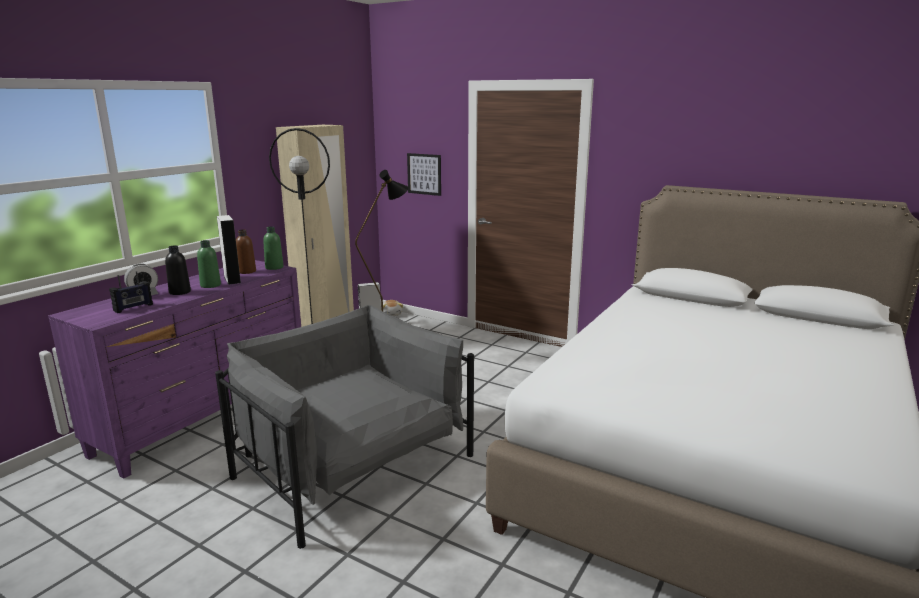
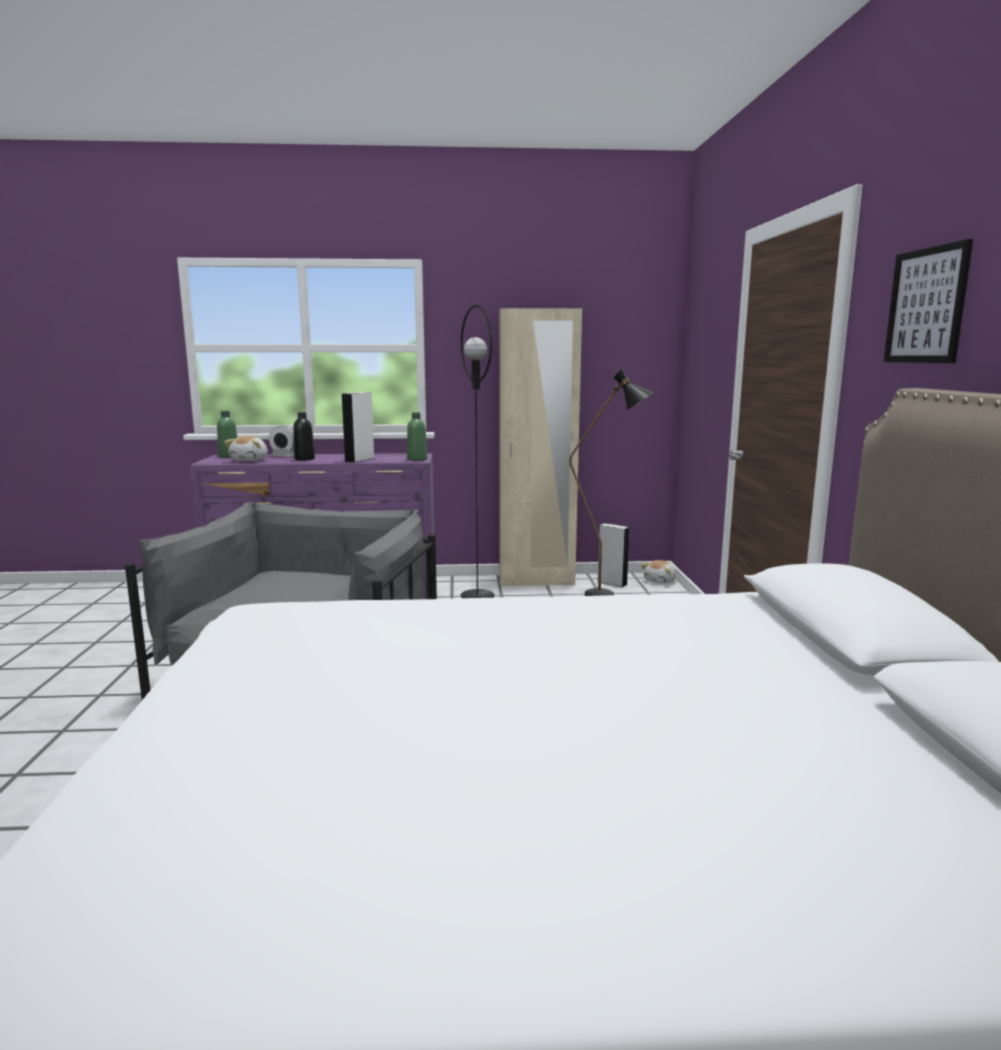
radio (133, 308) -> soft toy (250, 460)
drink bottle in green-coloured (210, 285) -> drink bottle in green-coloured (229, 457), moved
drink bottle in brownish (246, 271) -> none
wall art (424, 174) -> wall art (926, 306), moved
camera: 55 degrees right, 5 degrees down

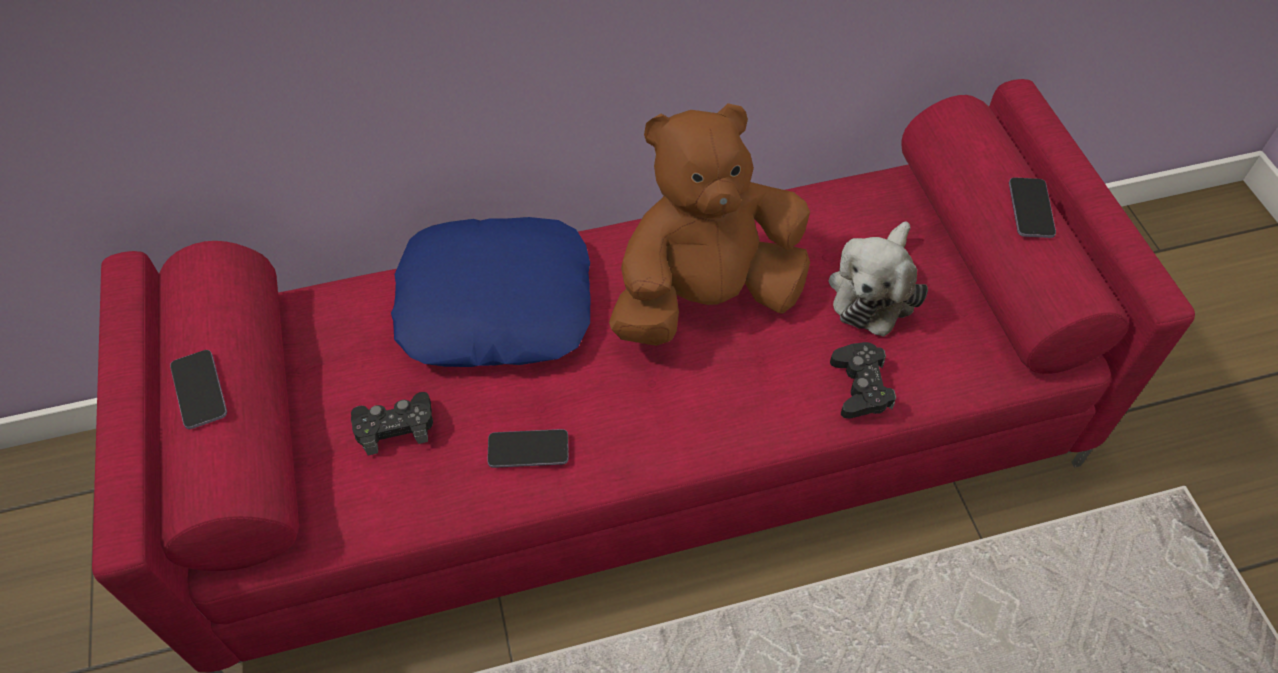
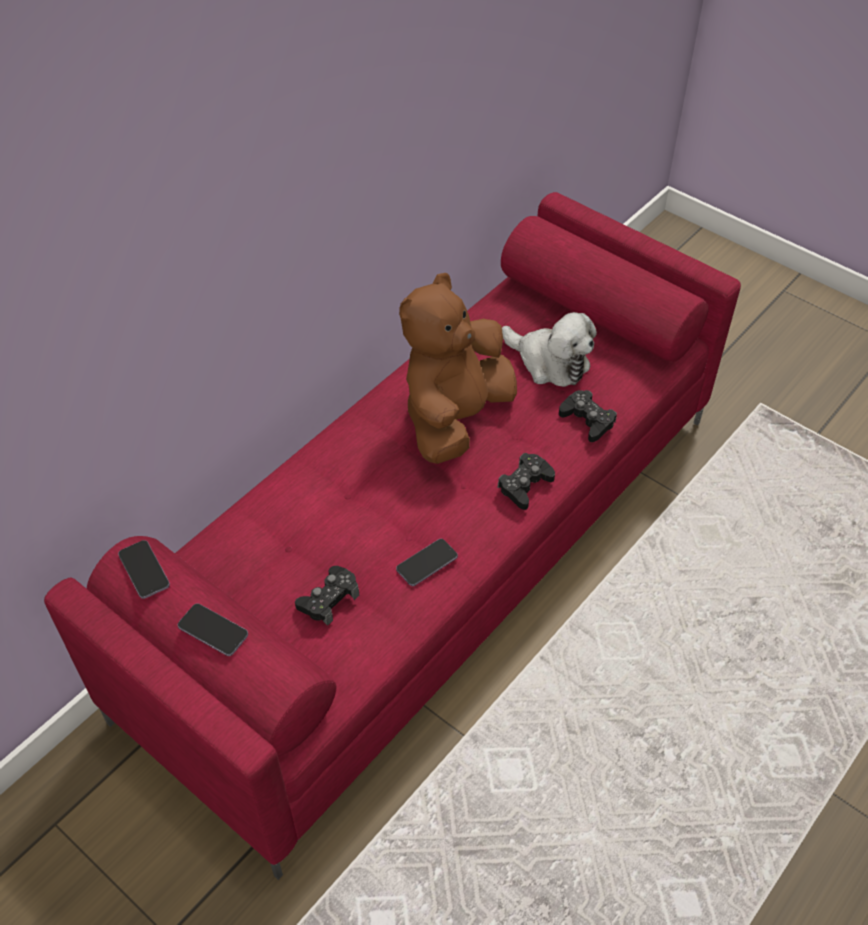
cushion in bluish (496, 303) -> none
soft toy (874, 290) -> soft toy (549, 362), 45 degrees counterclockwise
phone (1030, 209) -> phone (144, 570), moved
none -> joypad in black (525, 485)
camera: 35 degrees left, 5 degrees down

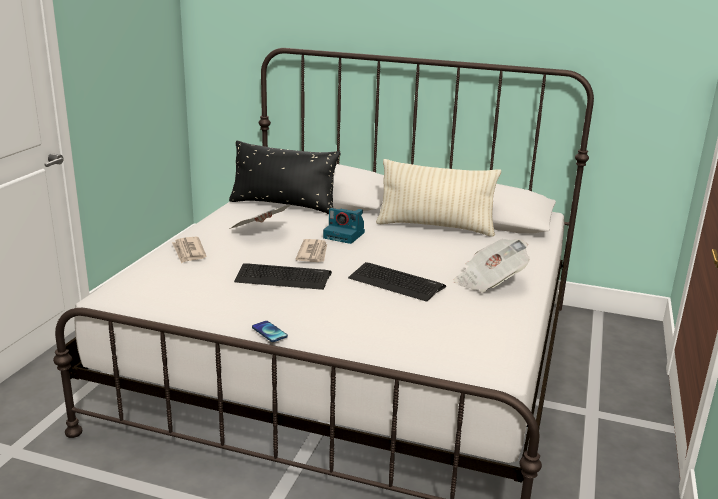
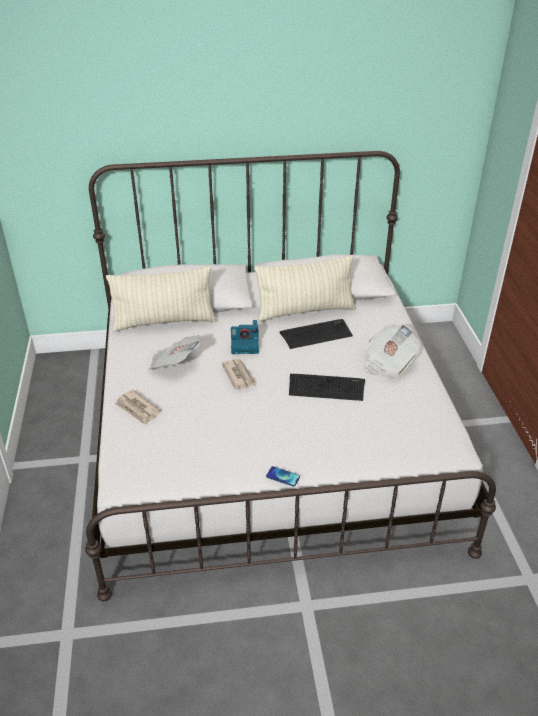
cushion in black (283, 205) -> cushion in sand-coloured (164, 322)
PC keyboard (283, 278) -> PC keyboard (316, 334), moved
camera: 25 degrees left, 15 degrees up

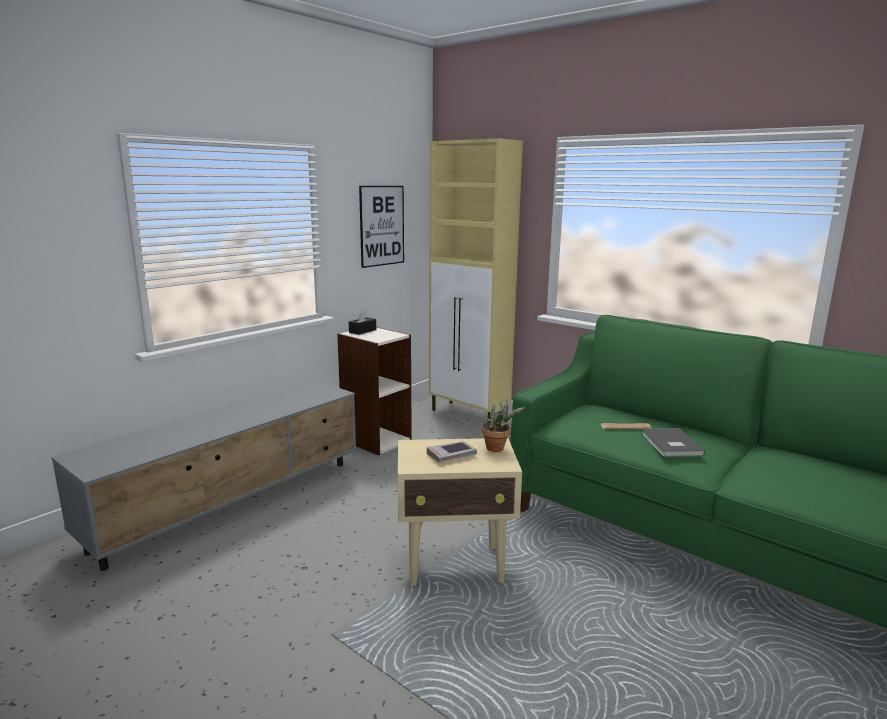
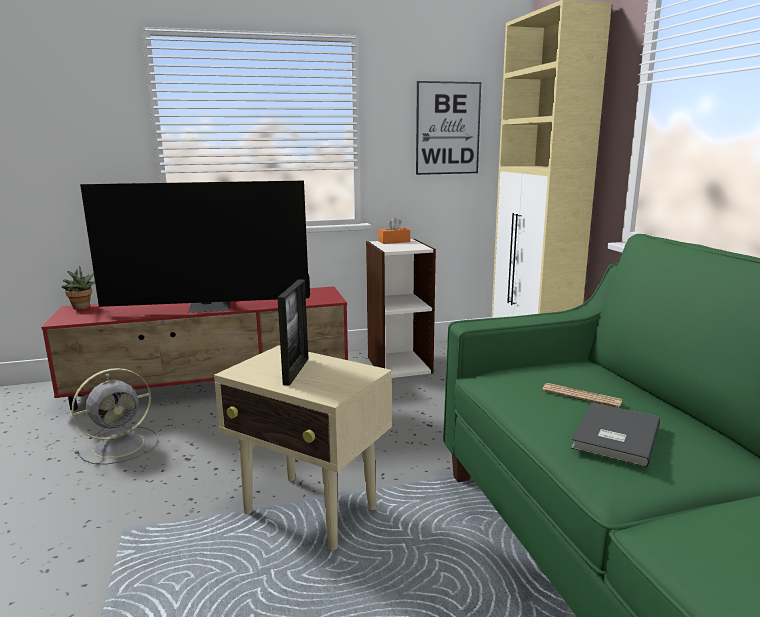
tv stand in grey (233, 503) -> tv stand in red-coloured (214, 387)
tissue box in black (362, 331) -> tissue box in orange (394, 241)
bound book (451, 455) -> standing frame (296, 371)
houseplant (498, 448) -> houseplant (82, 308), moved
none -> cooling fan in grey (121, 445)
none -> TV (210, 308)
camera: 35 degrees right, 0 degrees up

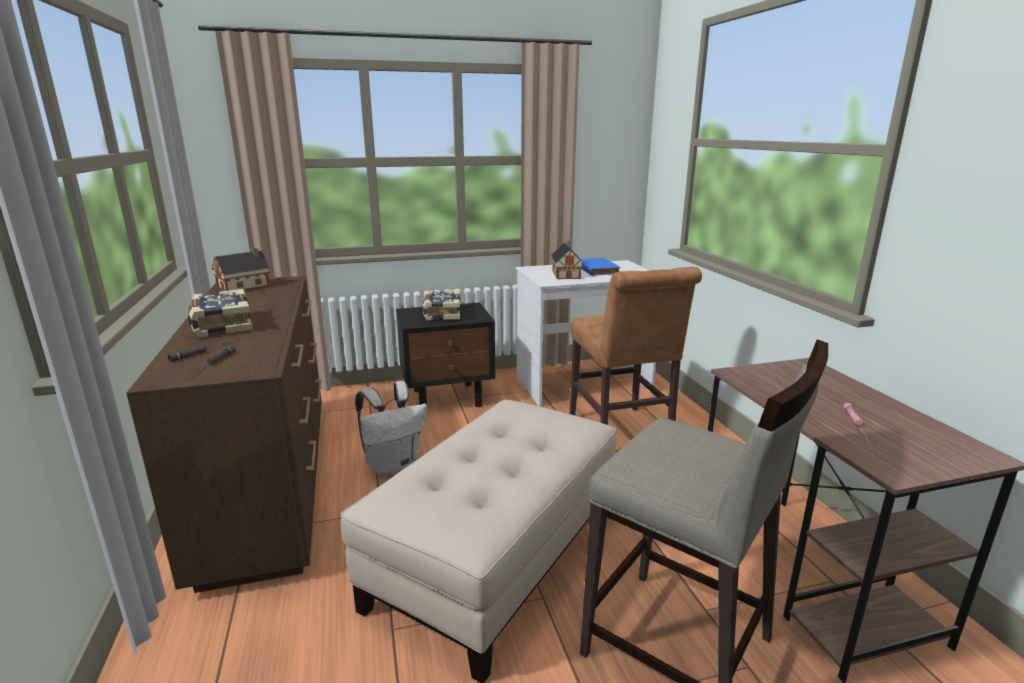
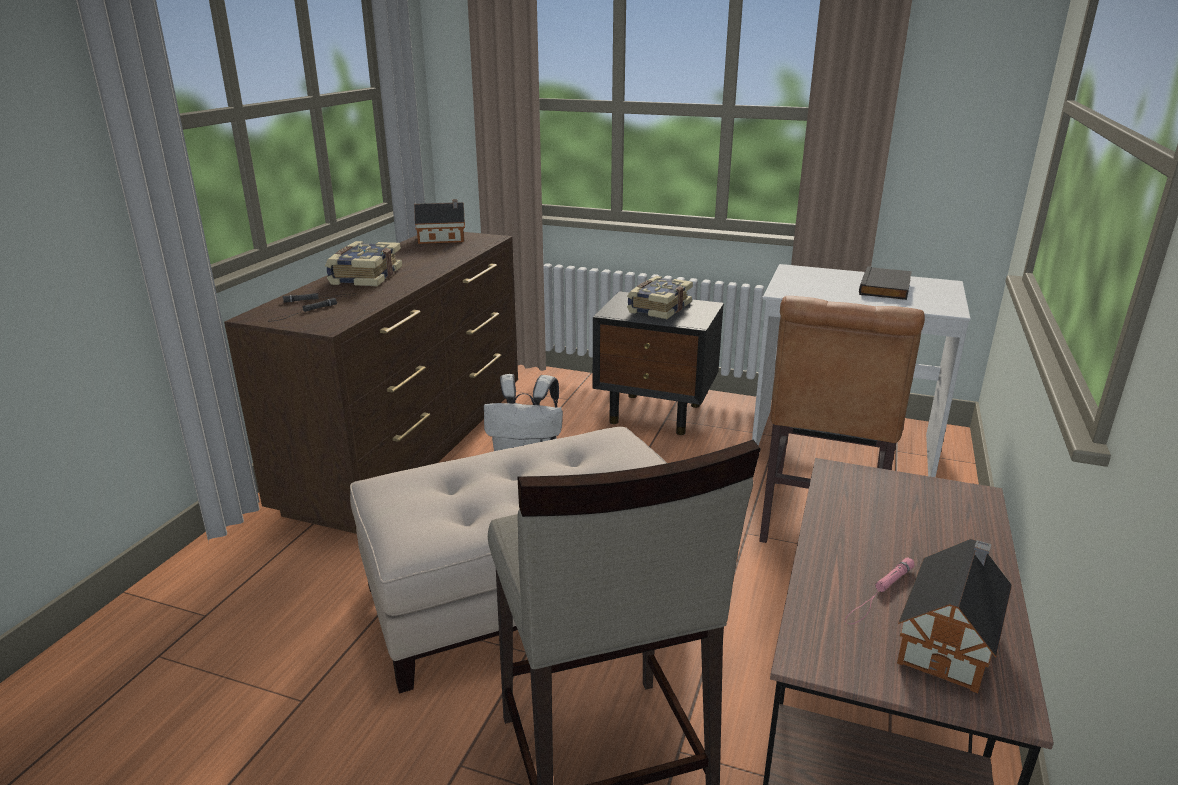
miniature house (566, 274) -> miniature house (949, 640), moved
bound book in bluish (598, 270) -> bound book in black (886, 288)
camera: 35 degrees right, 5 degrees up

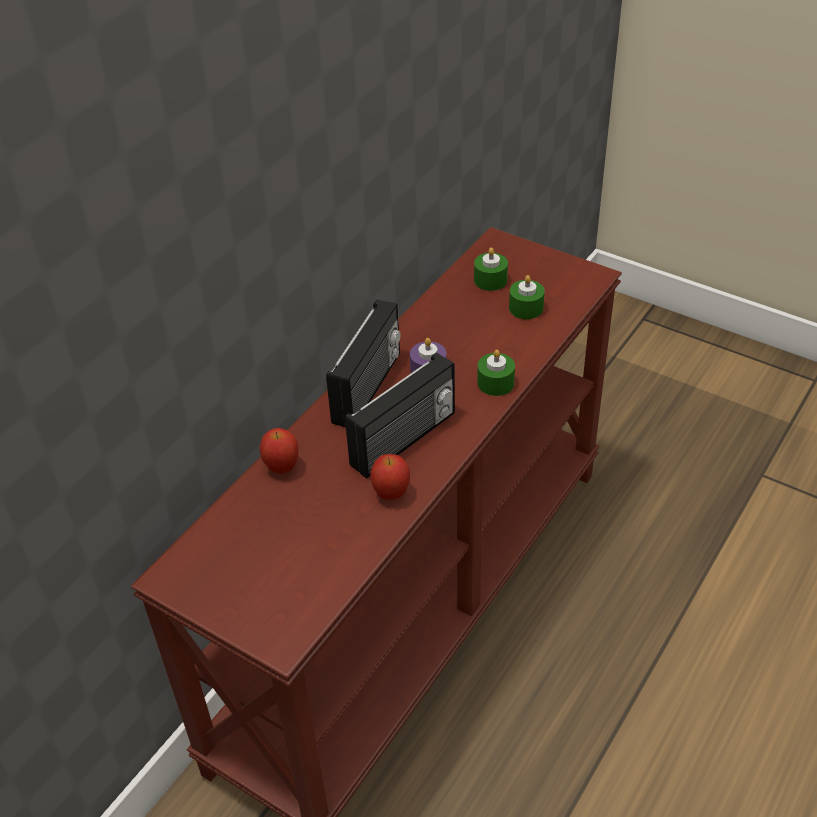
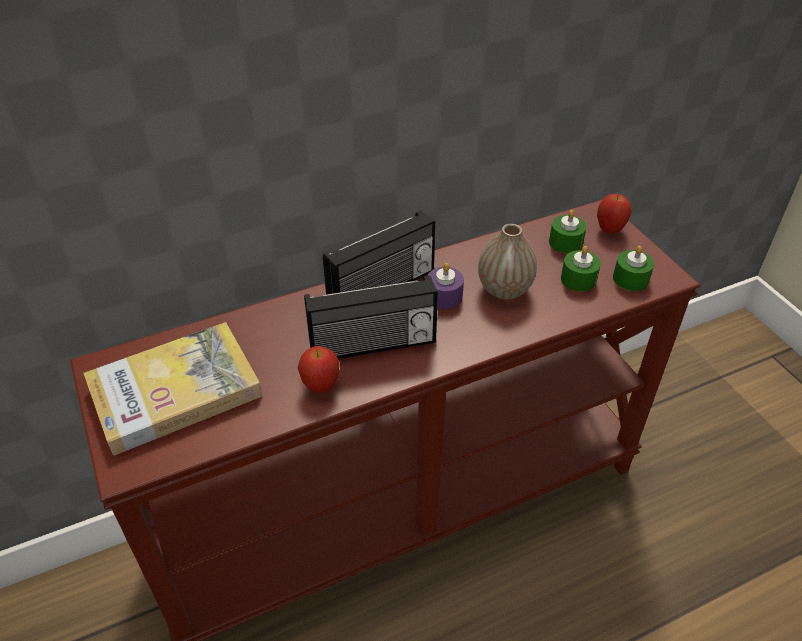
apple (282, 467) -> apple (609, 230), moved
wax candle in green-coloured (495, 383) -> wax candle in green-coloured (630, 279), moved
none -> bound book (175, 391)
none -> flower vase (504, 289)
camera: 30 degrees right, 0 degrees up

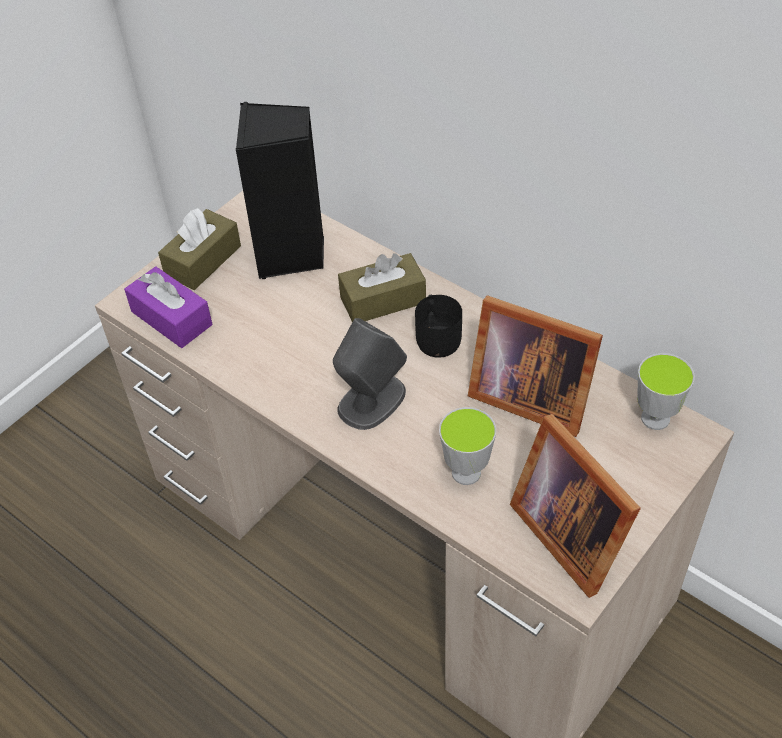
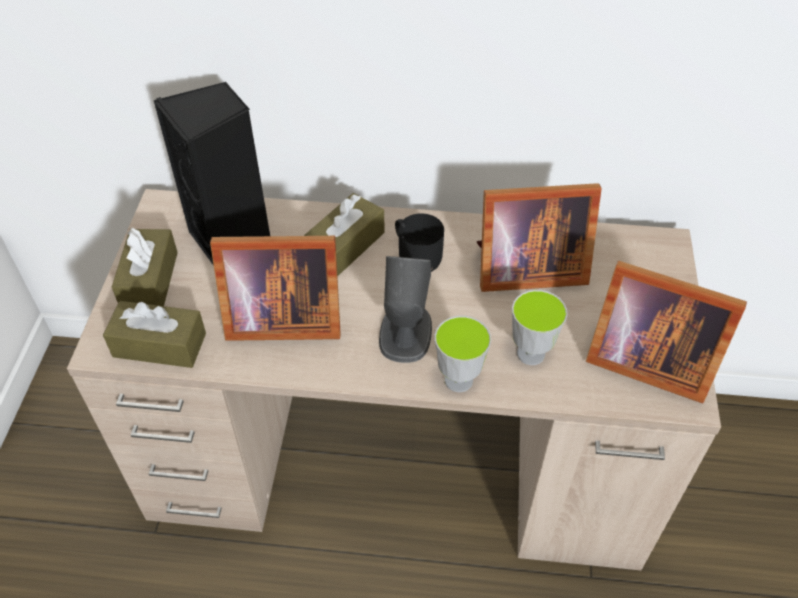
tissue box in purplish (171, 318) -> tissue box in brownish (159, 345)
small cup (655, 418) -> small cup (458, 380), moved
none -> standing frame (279, 318)
camera: 35 degrees left, 0 degrees up

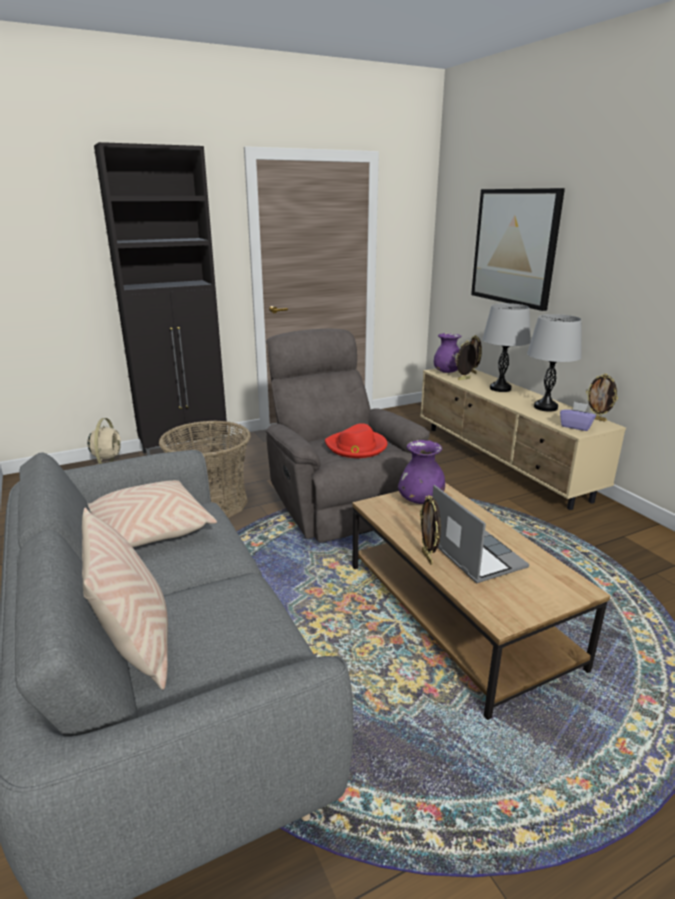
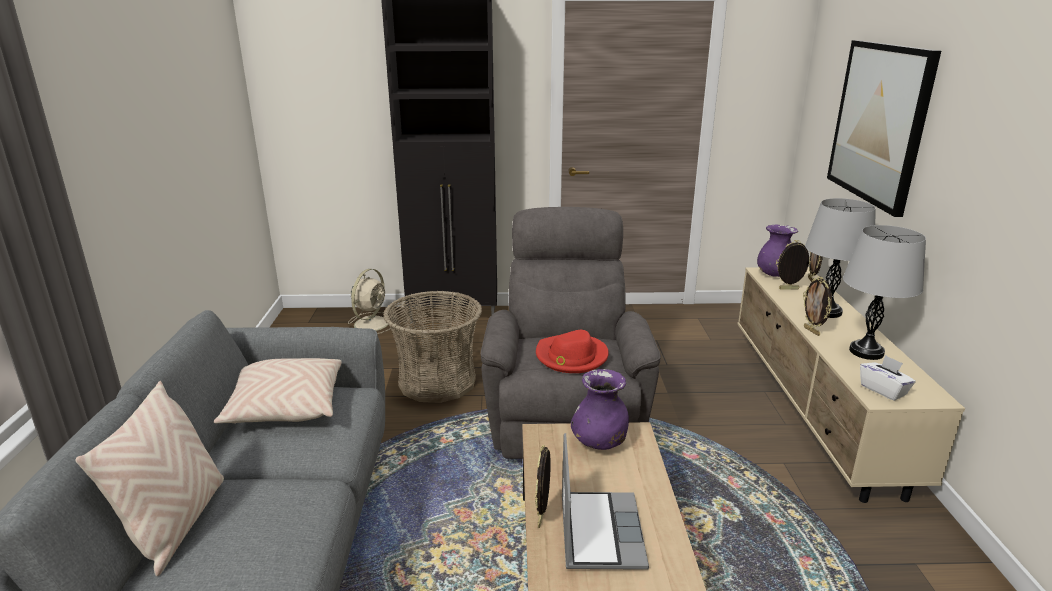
tissue box in purplish (576, 426) -> tissue box in whitish (883, 390)
standing frame (597, 419) -> standing frame (812, 331), moved
camera: 25 degrees right, 0 degrees up

